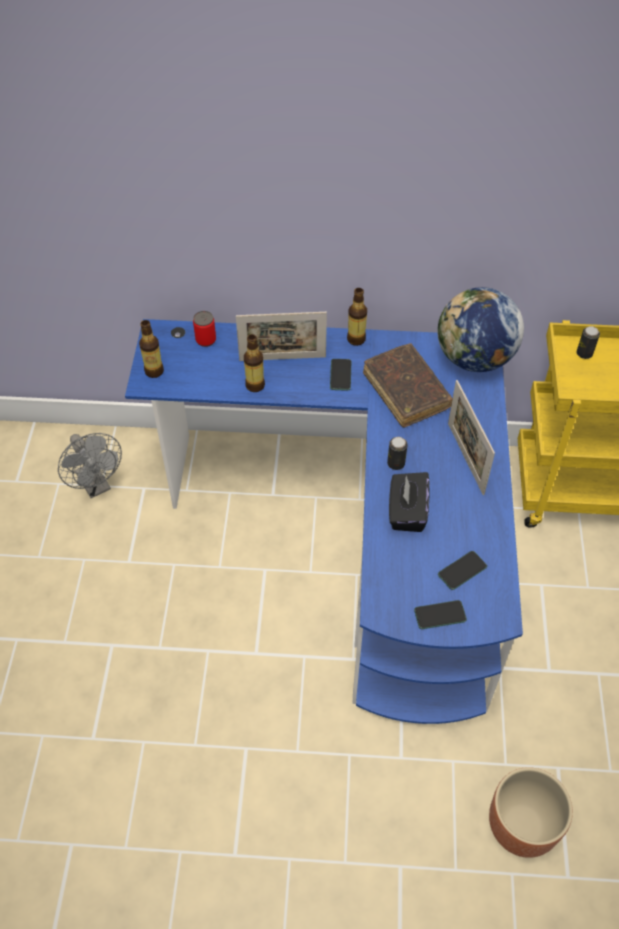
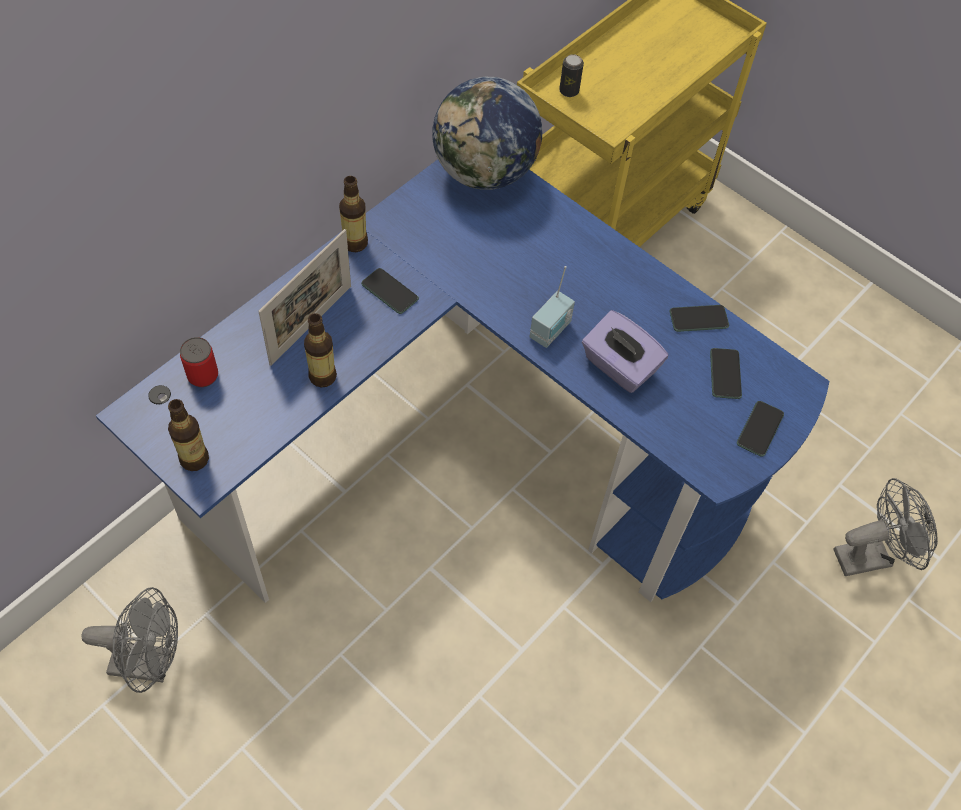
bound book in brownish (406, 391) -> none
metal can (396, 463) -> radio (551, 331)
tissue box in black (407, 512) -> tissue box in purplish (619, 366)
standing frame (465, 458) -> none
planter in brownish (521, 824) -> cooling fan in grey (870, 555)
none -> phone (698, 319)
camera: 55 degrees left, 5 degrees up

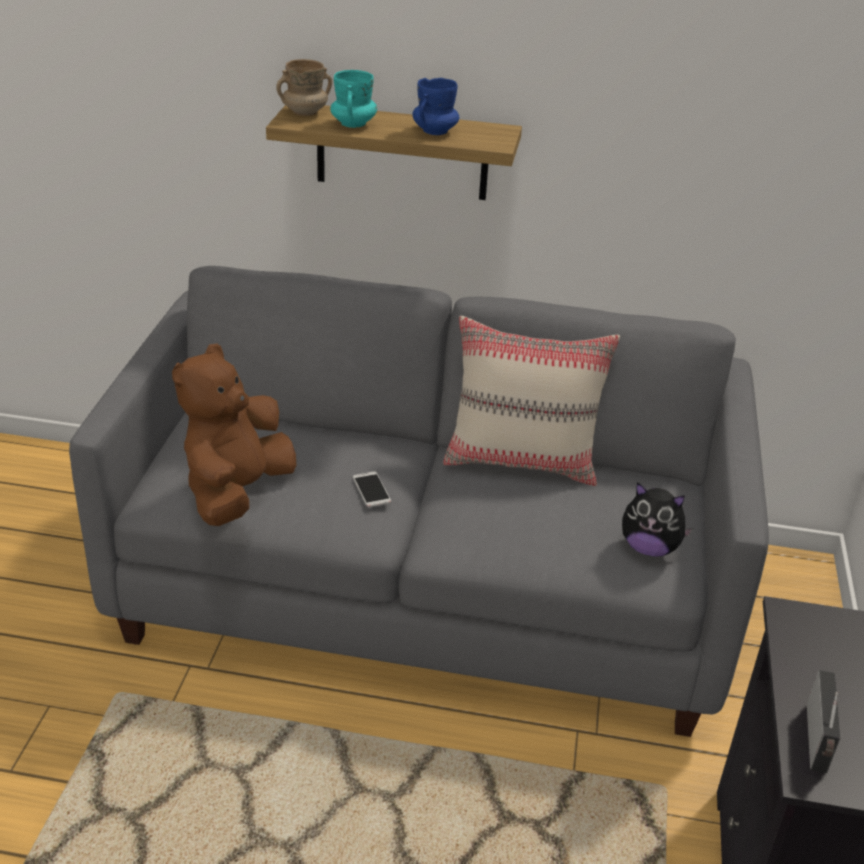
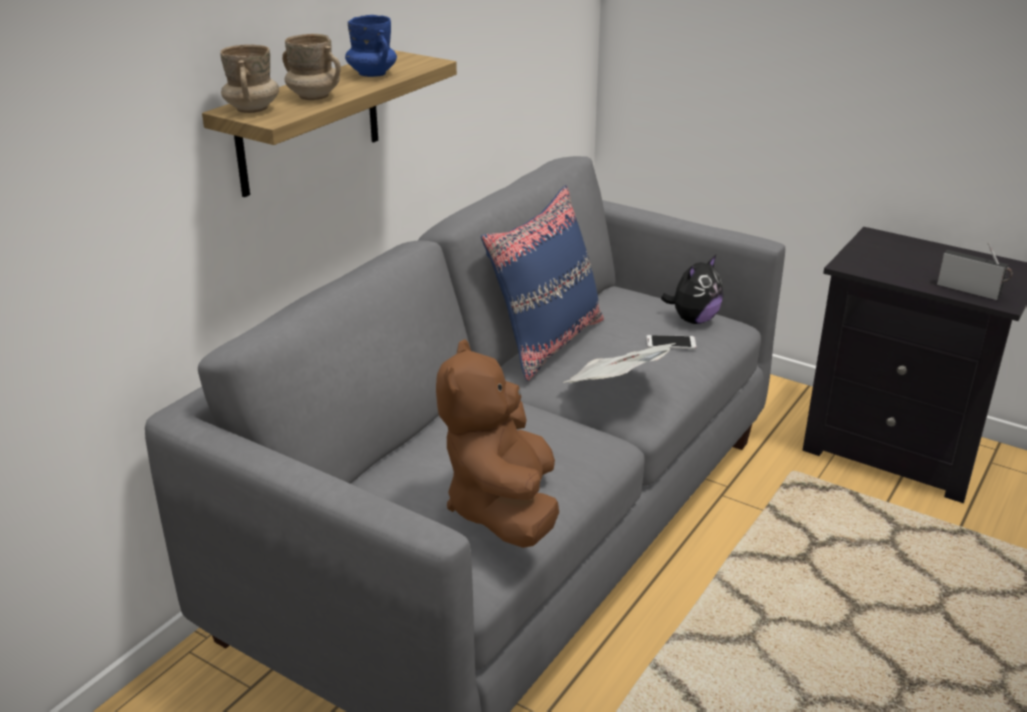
soft toy in brownish (237, 493) -> soft toy in brownish (503, 508), 45 degrees clockwise
mug in turquoise (353, 124) -> mug in sand-coloured (314, 96)
phone (371, 490) -> phone (671, 343), moved
cushion in sand-coloured (522, 461) -> cushion in bluish (546, 342)
none -> newspaper (616, 388)
camera: 65 degrees left, 5 degrees down

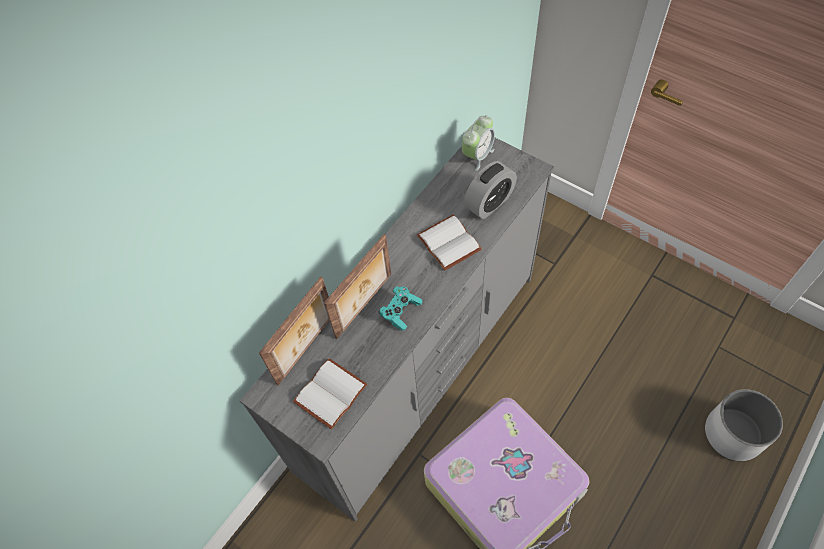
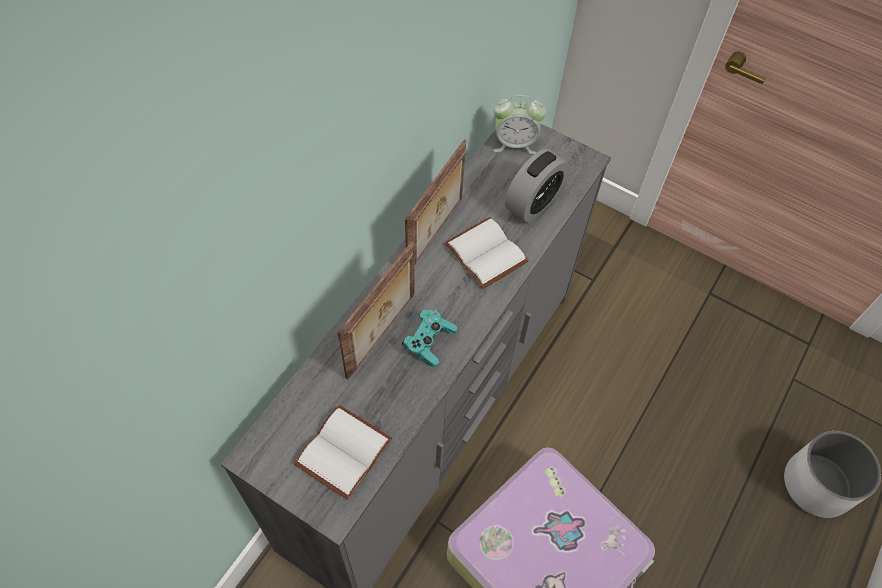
standing frame (307, 349) -> standing frame (436, 234), moved
bedside clock (477, 156) -> bedside clock (515, 143), 60 degrees clockwise
camera: 10 degrees left, 0 degrees up

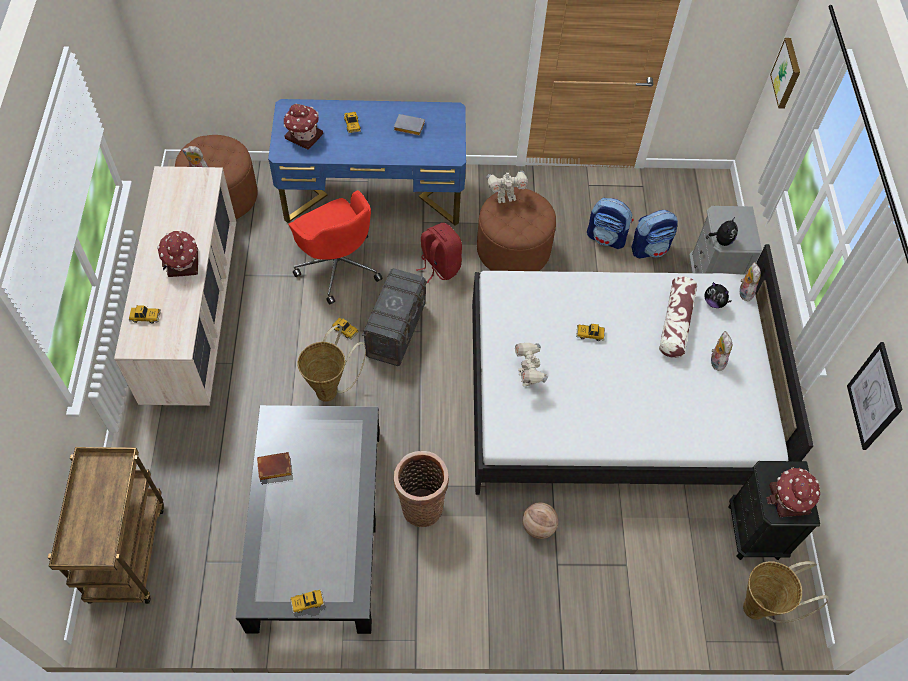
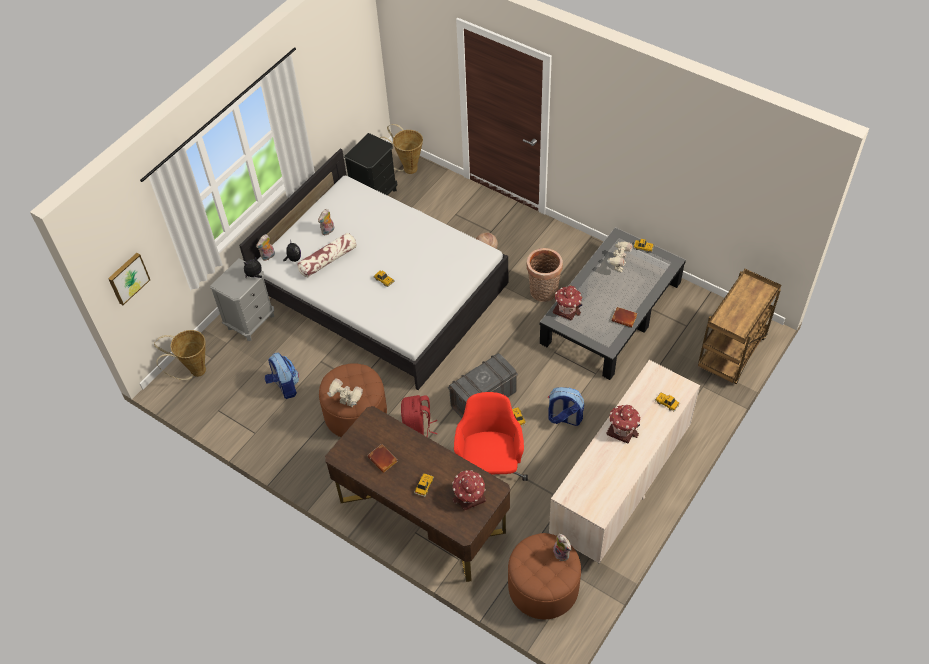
desk table in bluish (373, 196) -> desk table in brownish (422, 515)
storage basket (330, 389) -> storage basket (194, 371), moved
bound book in grey (408, 127) -> bound book in brownish (384, 460)
toy robot (528, 377) -> toy robot (618, 266), moved
knapsack (650, 248) -> knapsack (564, 418), moved
miniature house (788, 500) -> miniature house (567, 308), moved
wall art (874, 397) -> none
camera: 140 degrees left, 5 degrees down

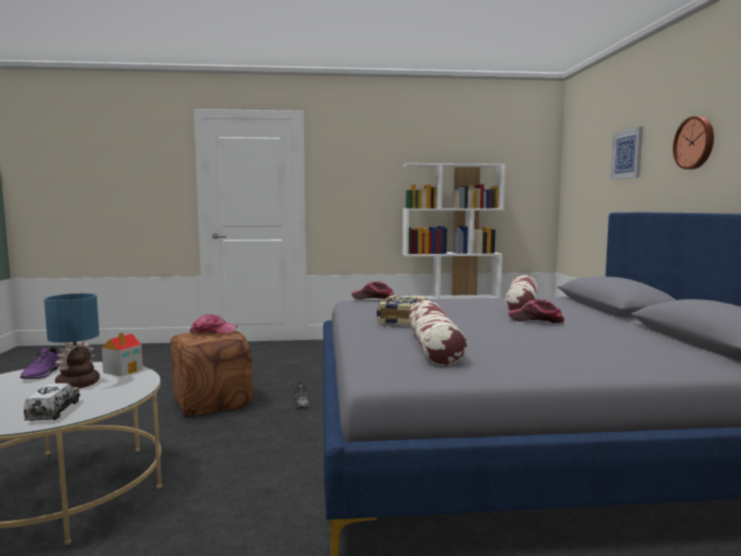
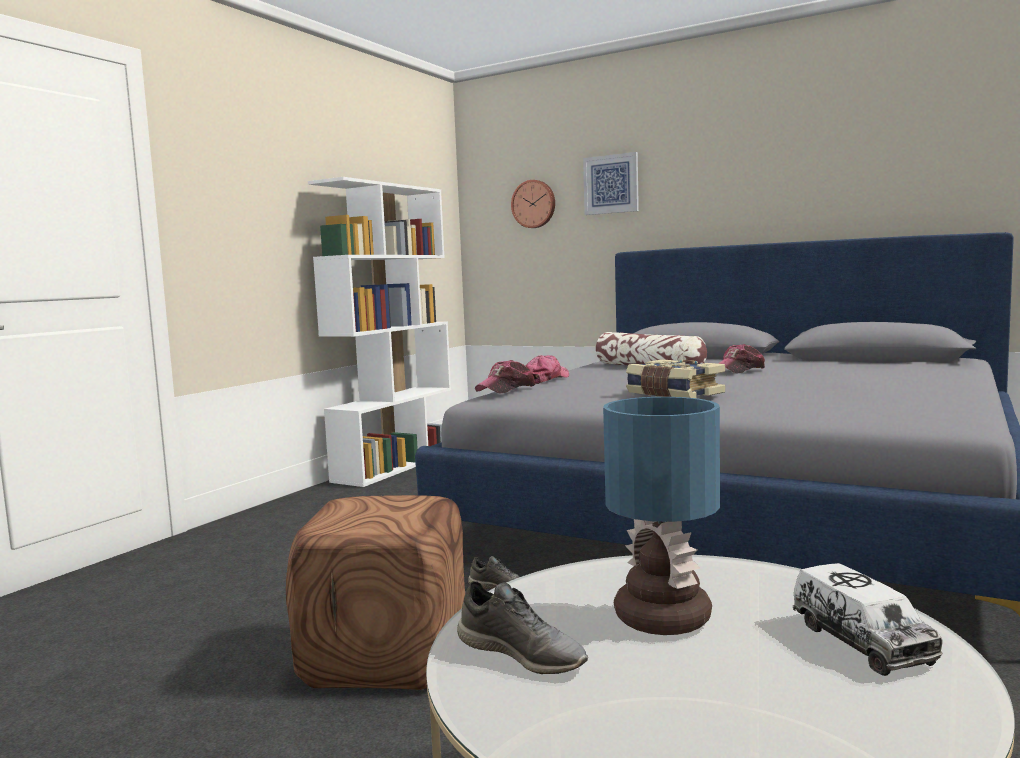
low shoe in purplish (43, 374) -> low shoe in grey (523, 654)
toy truck (54, 411) -> toy truck (861, 641), 135 degrees counterclockwise
miniature house (123, 370) -> none
baseball cap (213, 331) -> baseball cap (544, 379), moved
cushion (433, 347) -> none
wall clock (695, 143) -> wall clock (534, 204), moved
camera: 55 degrees left, 0 degrees up

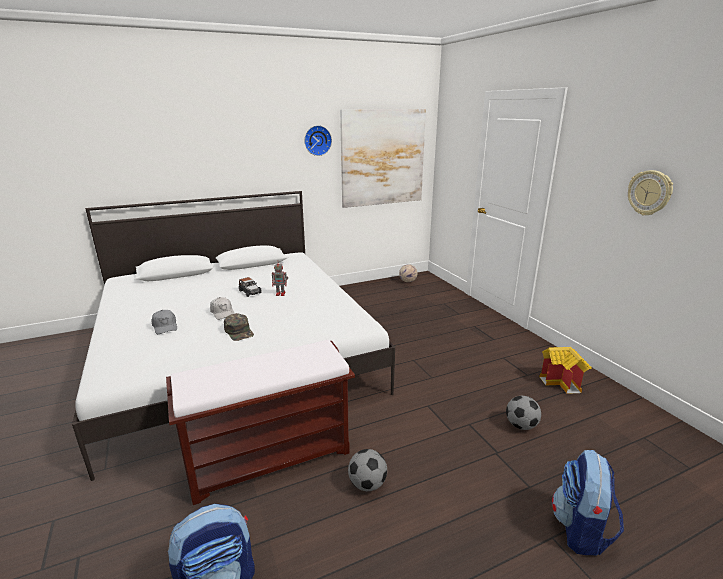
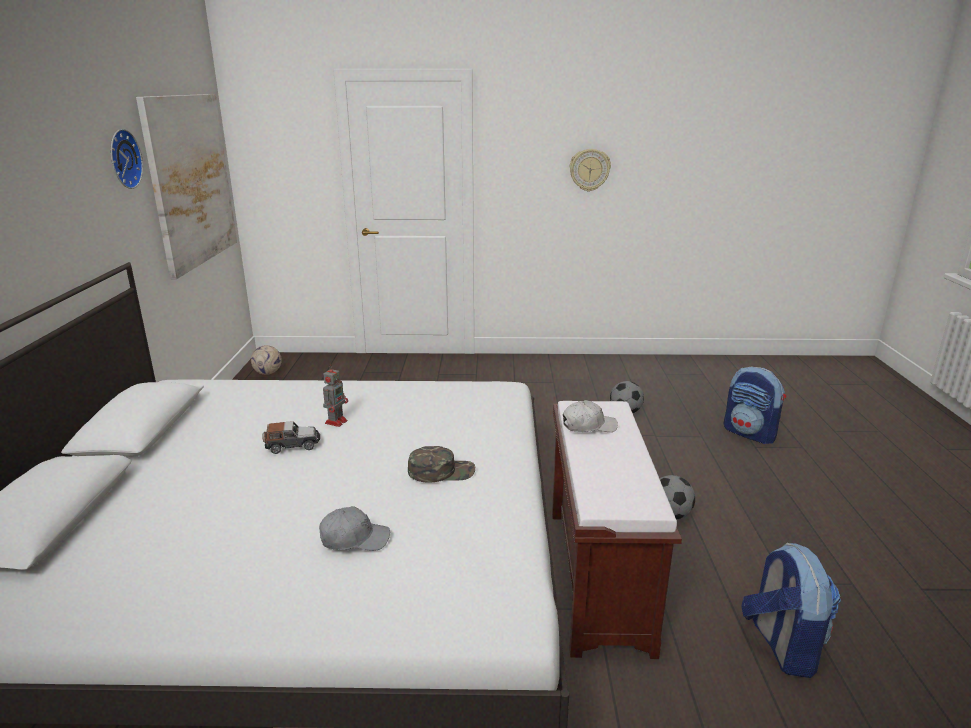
baseball cap in whitish (222, 313) -> baseball cap in whitish (588, 426), moved
miniature house (562, 383) -> none
camera: 65 degrees left, 0 degrees up

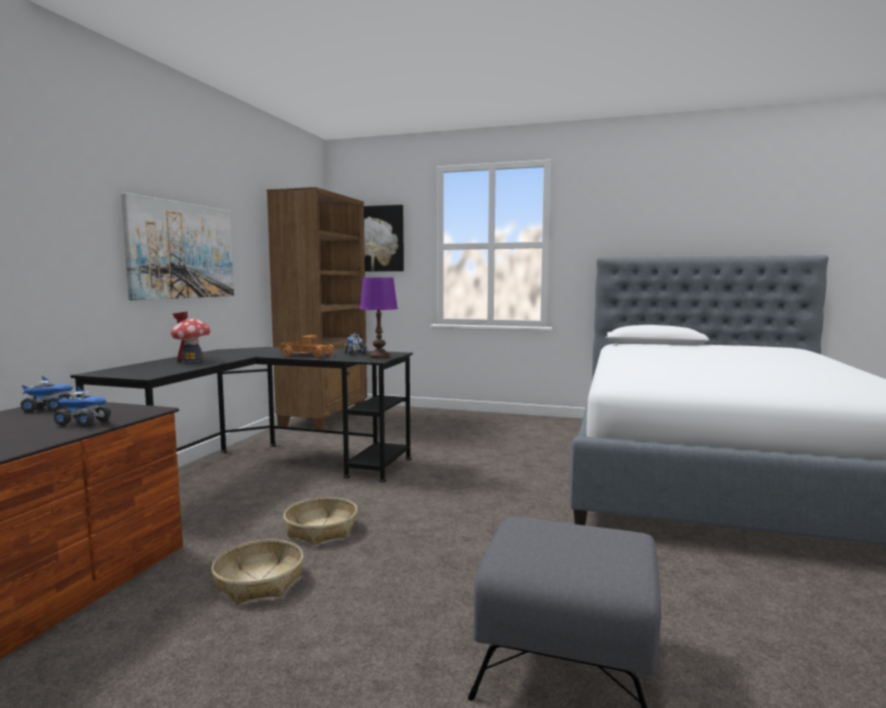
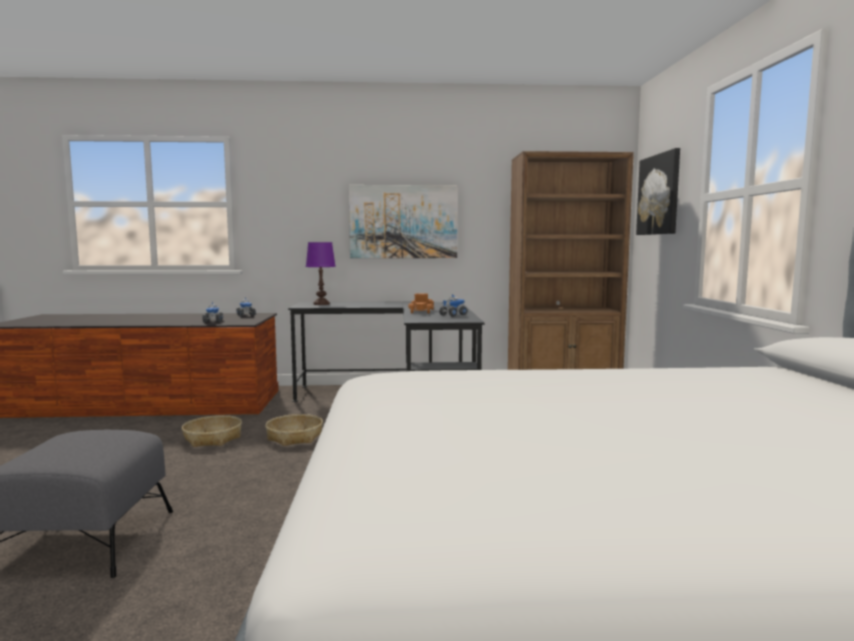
miniature house (192, 361) -> none
tabletop lamp in purplish (379, 357) -> tabletop lamp in purplish (321, 304), moved
camera: 70 degrees right, 0 degrees up

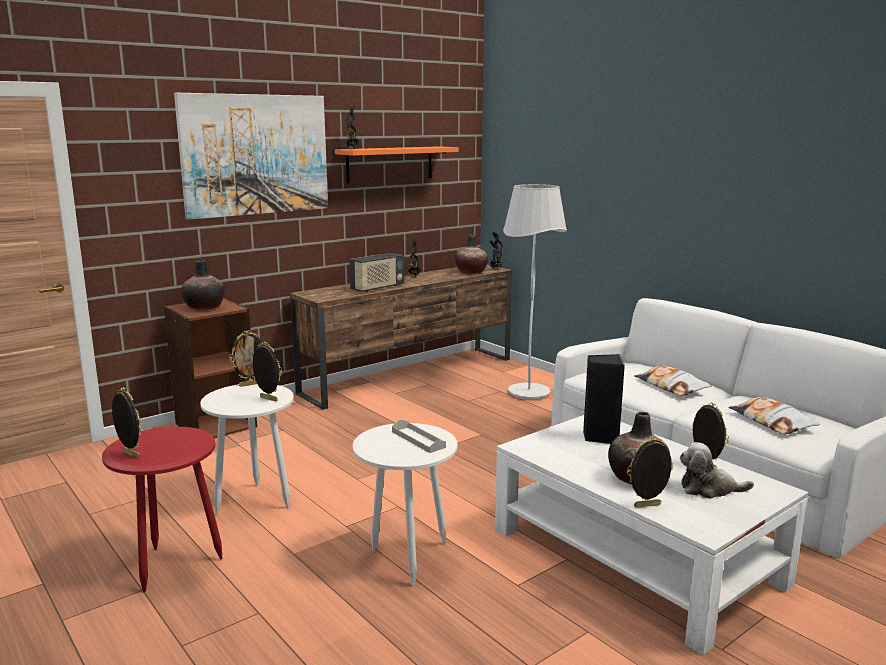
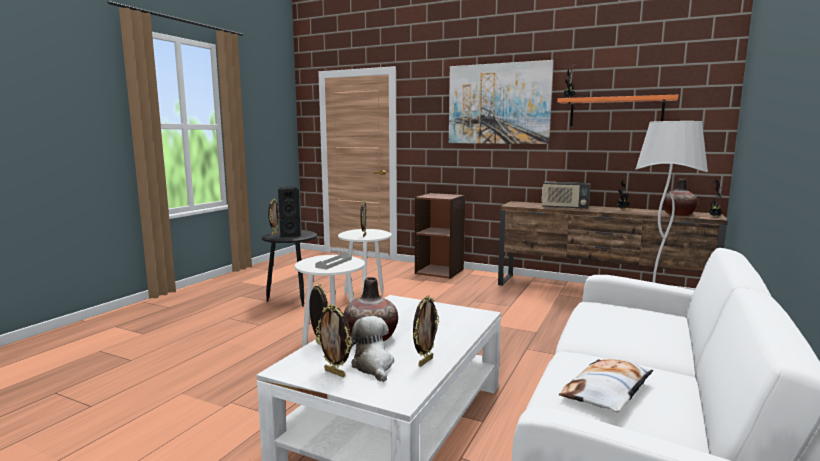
end table in red-coloured (172, 564) -> end table in black (292, 300)
flower vase (204, 308) -> none
standing frame (250, 384) -> standing frame (335, 373), moved
audio speaker in black (600, 437) -> audio speaker in black (289, 235), moved
cushion (671, 386) -> none
camera: 65 degrees right, 5 degrees down

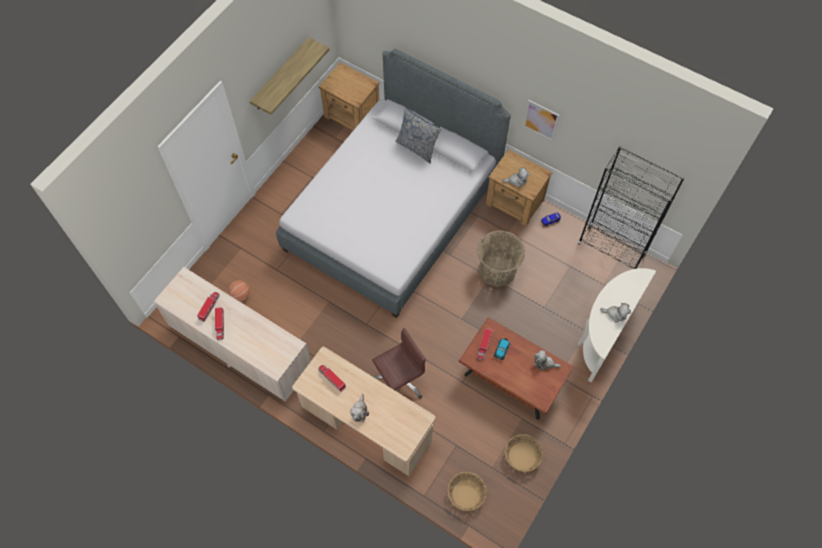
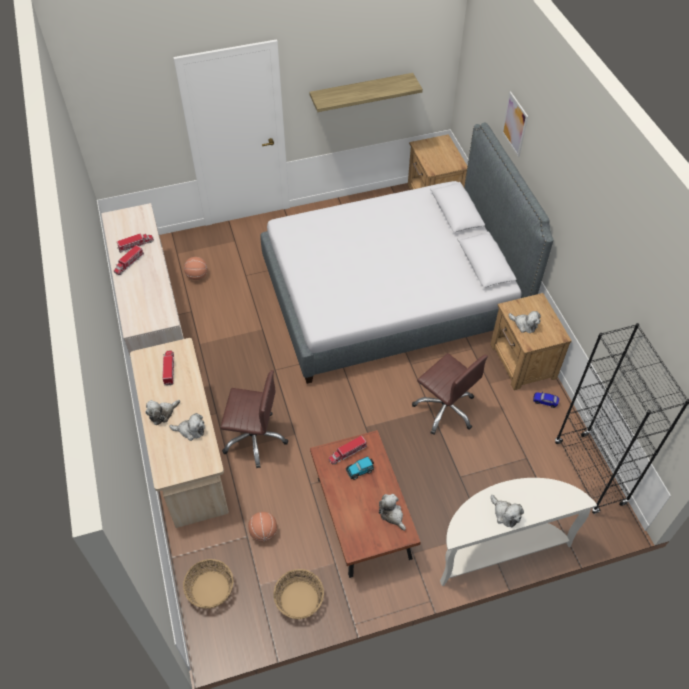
cushion (417, 147) -> none
storage basket (497, 269) -> office chair in brownish (445, 409)
wall art (541, 120) -> wall art (515, 124), moved
none -> soft toy (190, 430)
none -> ball for basketball (263, 532)
camera: 40 degrees right, 10 degrees down

